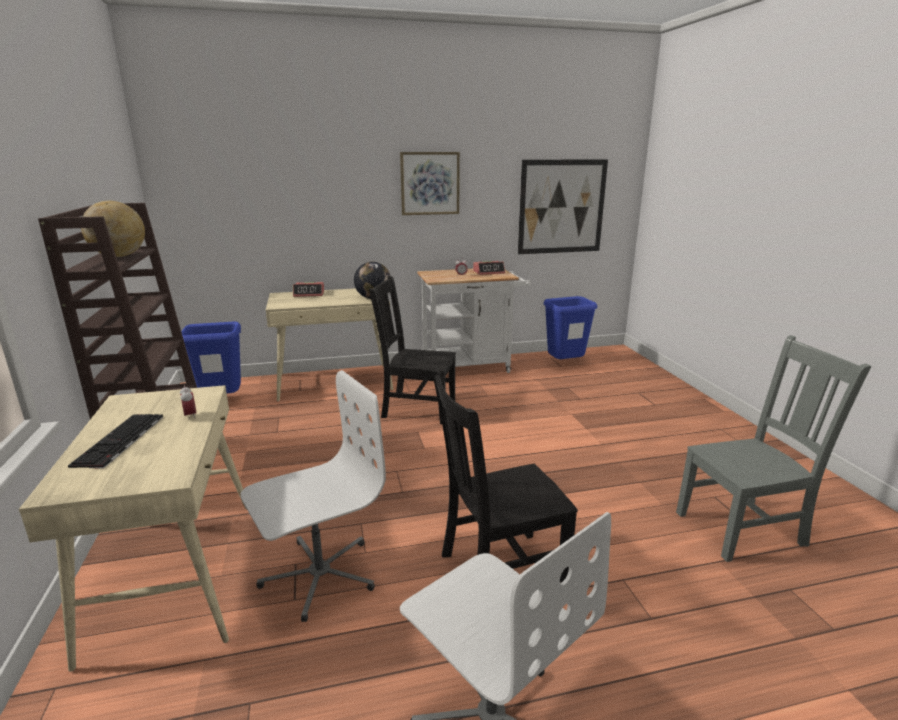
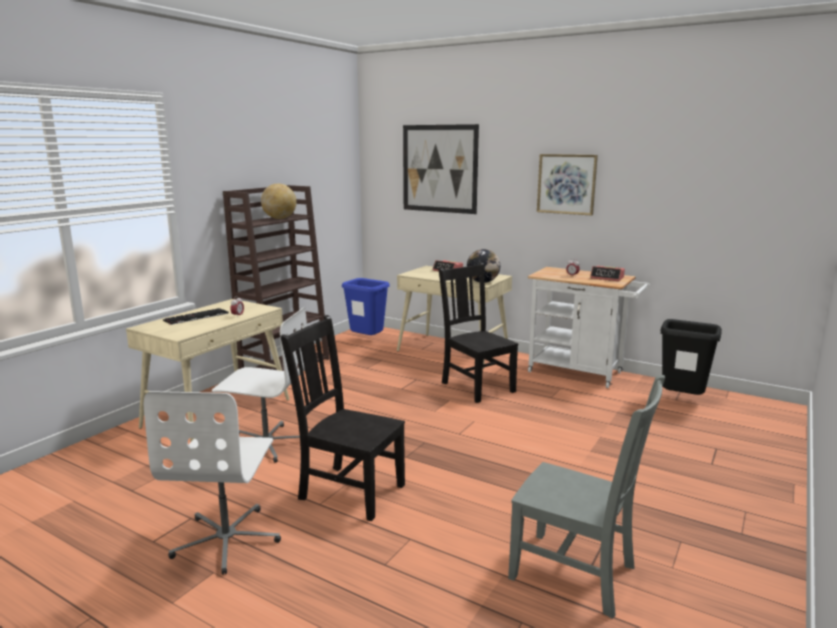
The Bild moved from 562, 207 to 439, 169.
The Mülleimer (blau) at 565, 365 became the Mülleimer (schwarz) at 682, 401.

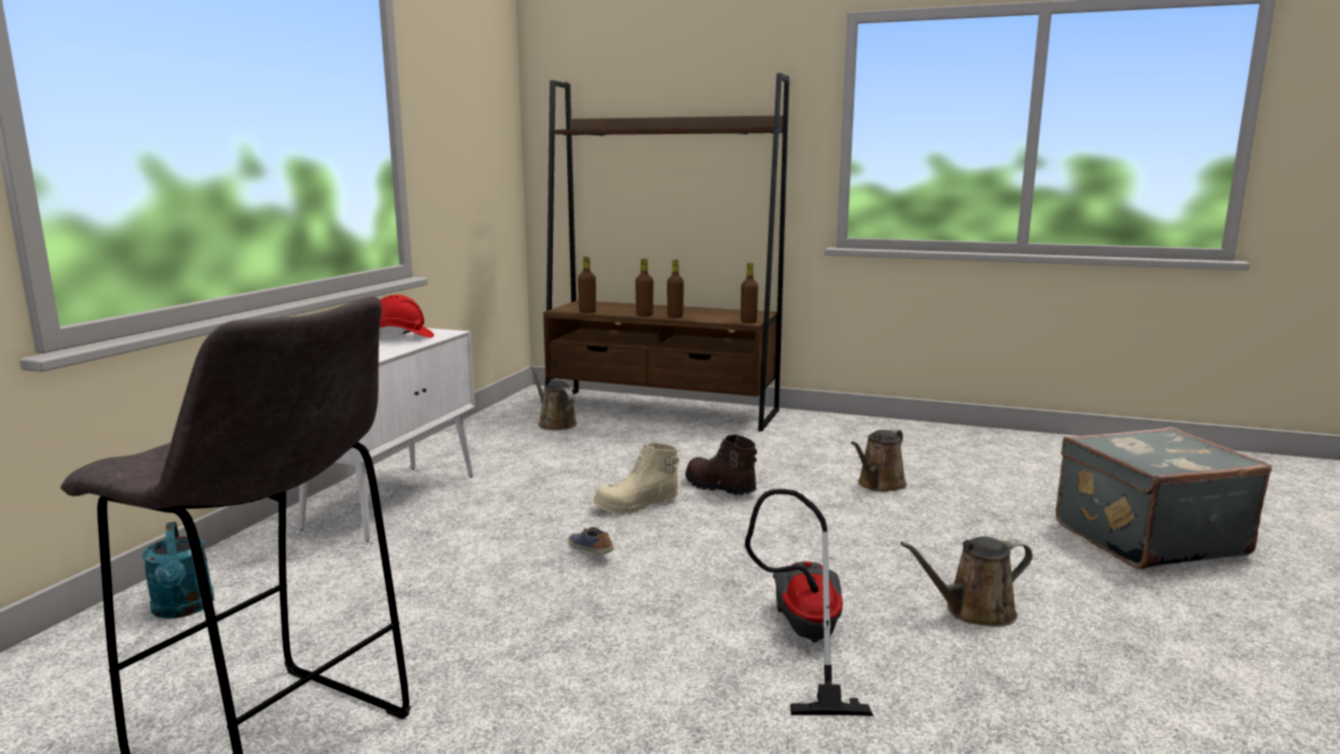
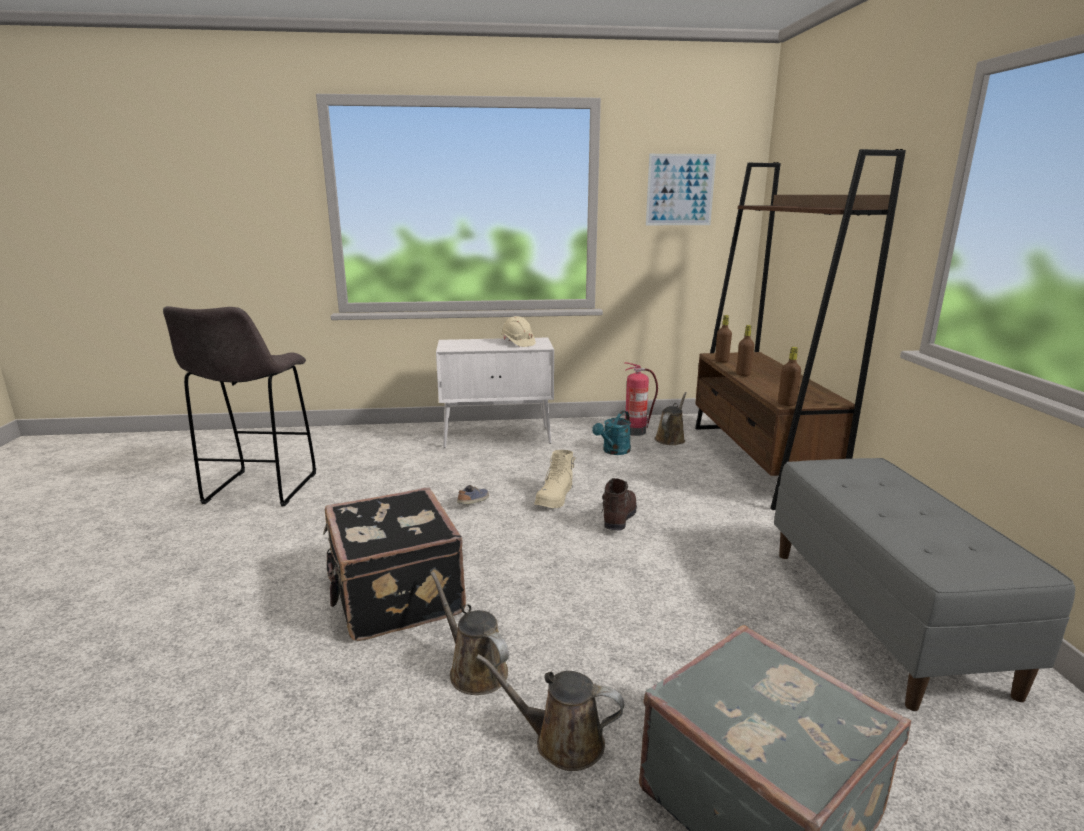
The Gießkanne (türkis) moved from 183, 609 to 613, 451.
The Schutzhelm (rot) at 401, 337 became the Schutzhelm (beige) at 517, 343.
The Stiefel (beige) at 637, 505 turned 105 degrees counterclockwise.
The Flasche (braun) at 675, 316 disappeared.
The Staubsauger at 804, 639 was replaced by the Koffer (schwarz) at 394, 596.
The Gießkanne (braun) moved from 879, 485 to 562, 741.
The Feuerlöscher at 636, 431 appeared.
The Bild at 680, 190 appeared.
The Bank (grau) at 883, 616 appeared.

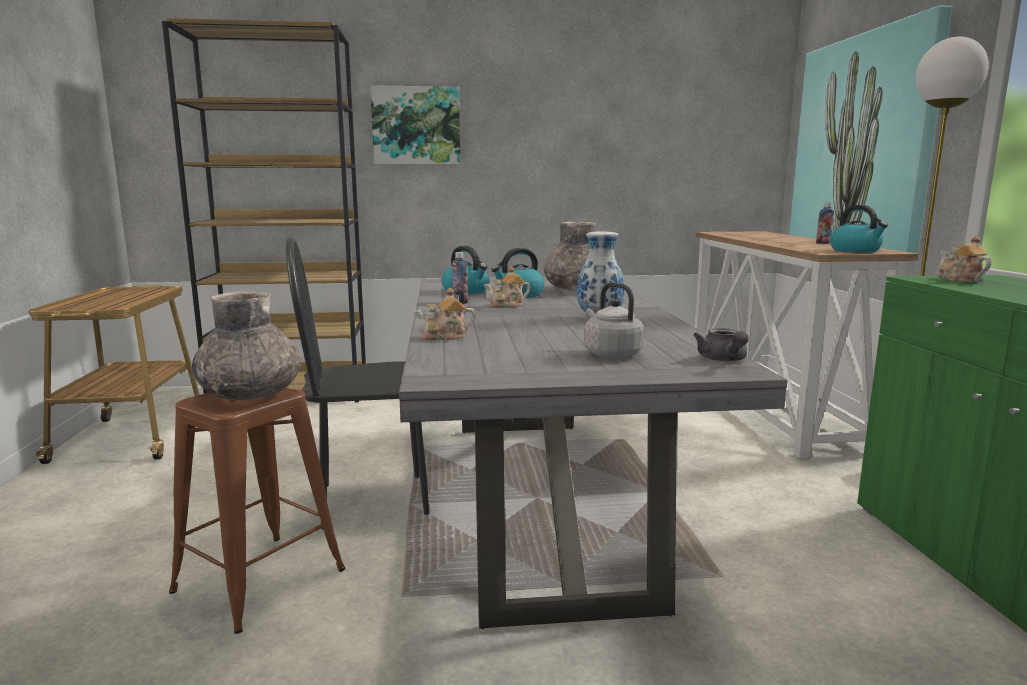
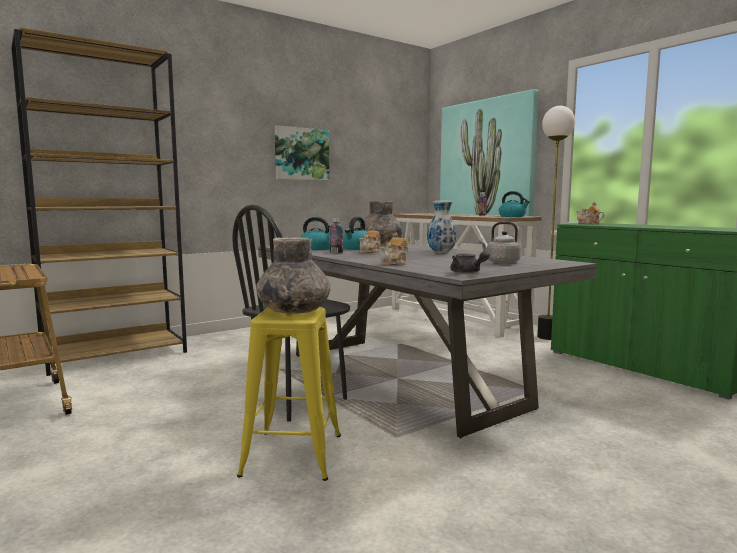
The Hocker (braun) at 259, 580 became the Hocker (gelb) at 293, 454.
The Bild moved from 416, 126 to 301, 154.
The Teekanne (grau) moved from 723, 360 to 468, 273.

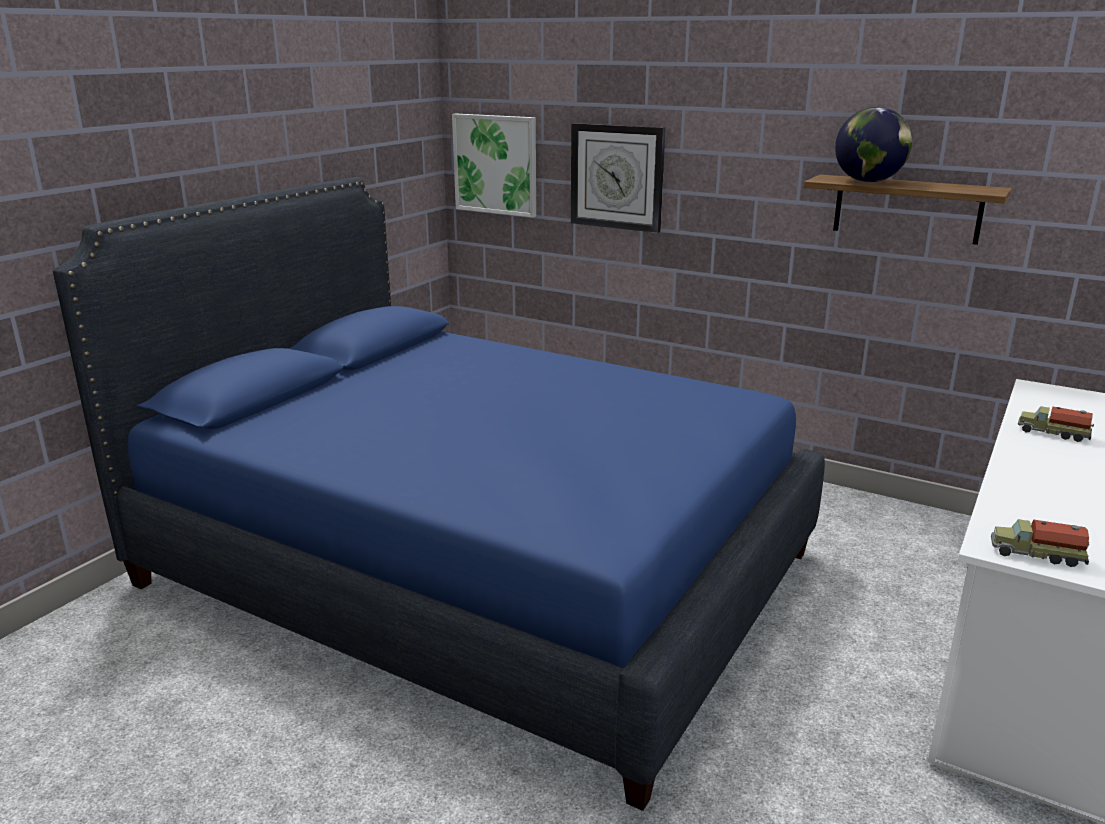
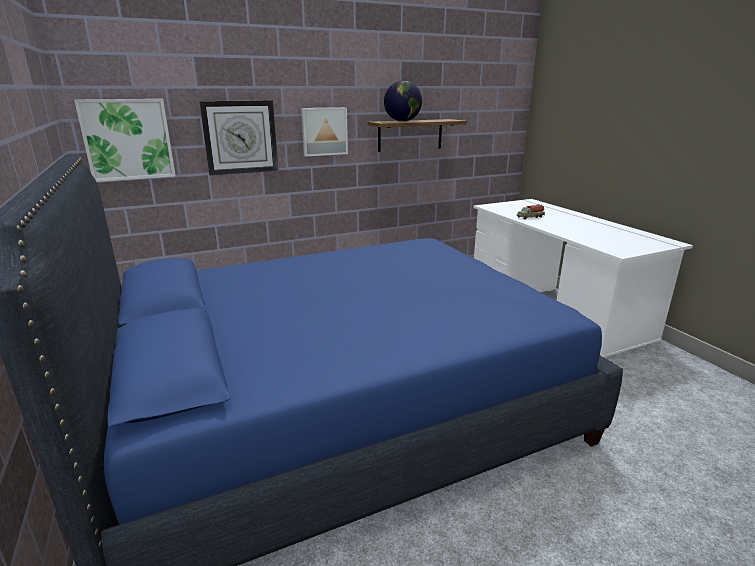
The Spielzeuglaster at 1036, 554 disappeared.
The Bild at 324, 131 appeared.

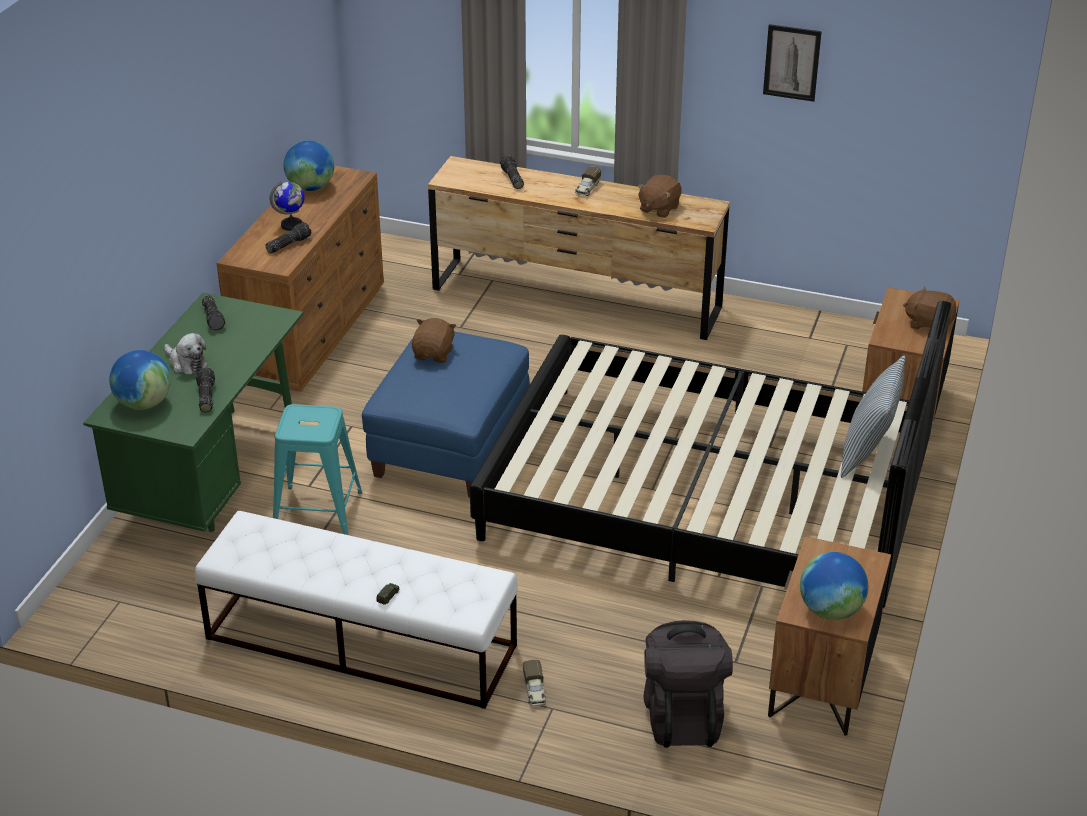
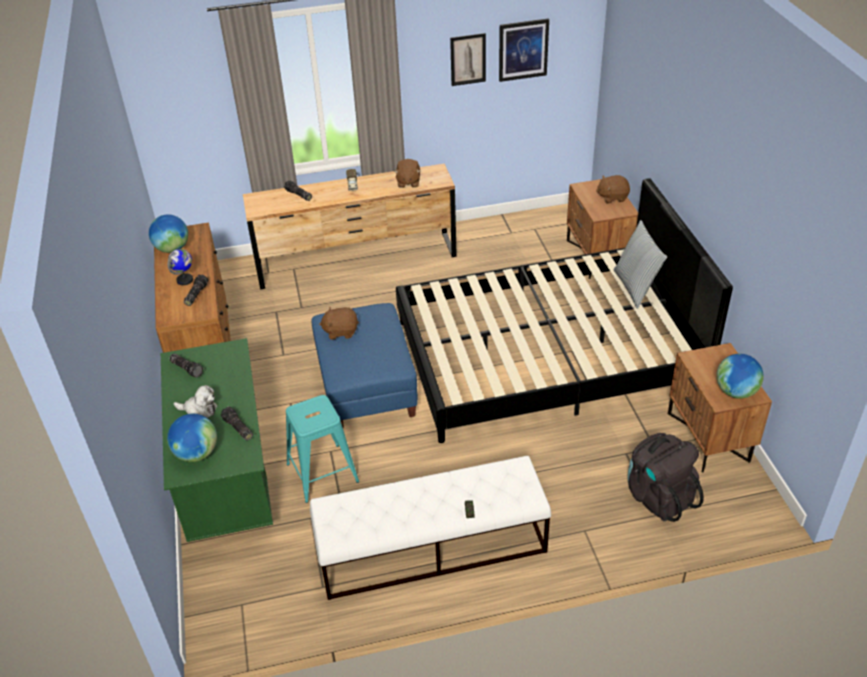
The Plüschtier (braun) at 434, 354 turned 75 degrees counterclockwise.
The Spielzeuglaster at 534, 691 disappeared.
The Bild at 523, 50 appeared.

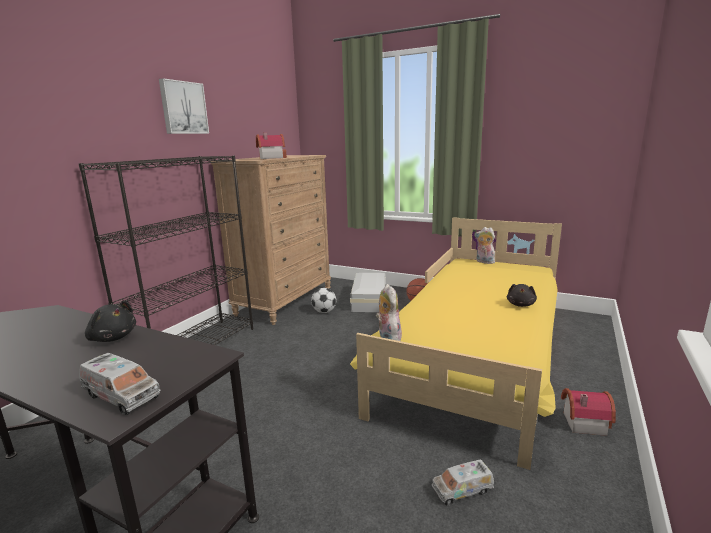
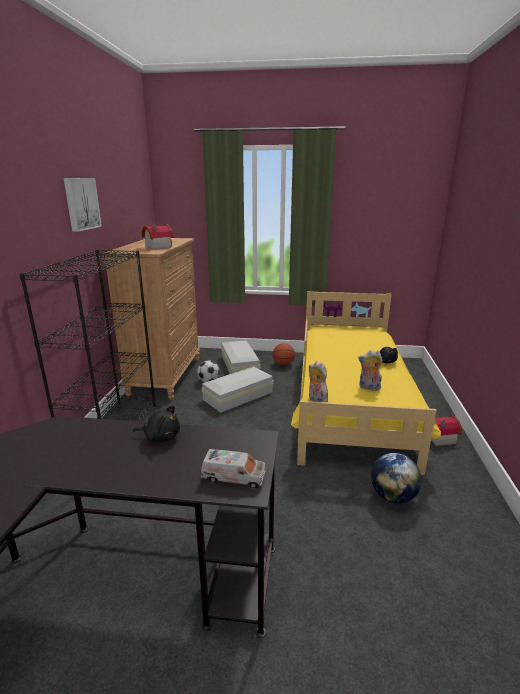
The Spielzeuglaster at 462, 490 was replaced by the Globus at 392, 496.
The Plüschtier moved from 484, 262 to 368, 388.
The Aufbewahrungsbox (weiß) at 239, 396 appeared.

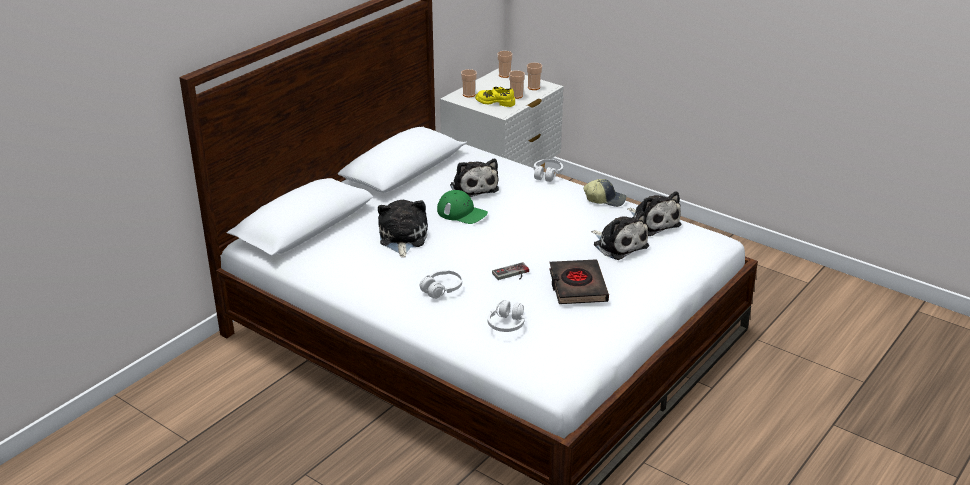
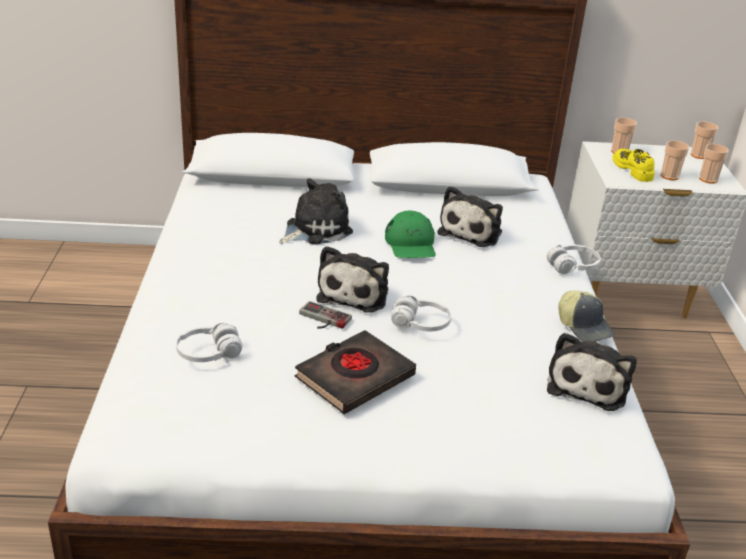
The Kopfhörer (weiß) moved from 442, 289 to 420, 324.
The Plüschtier moved from 618, 245 to 355, 293.

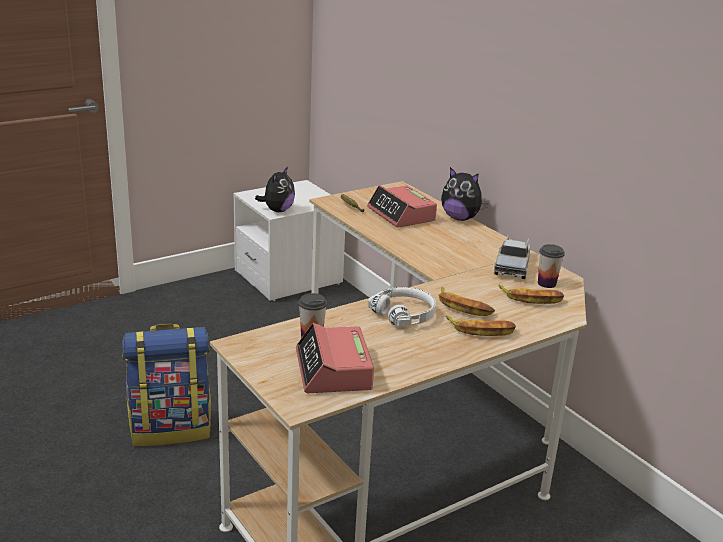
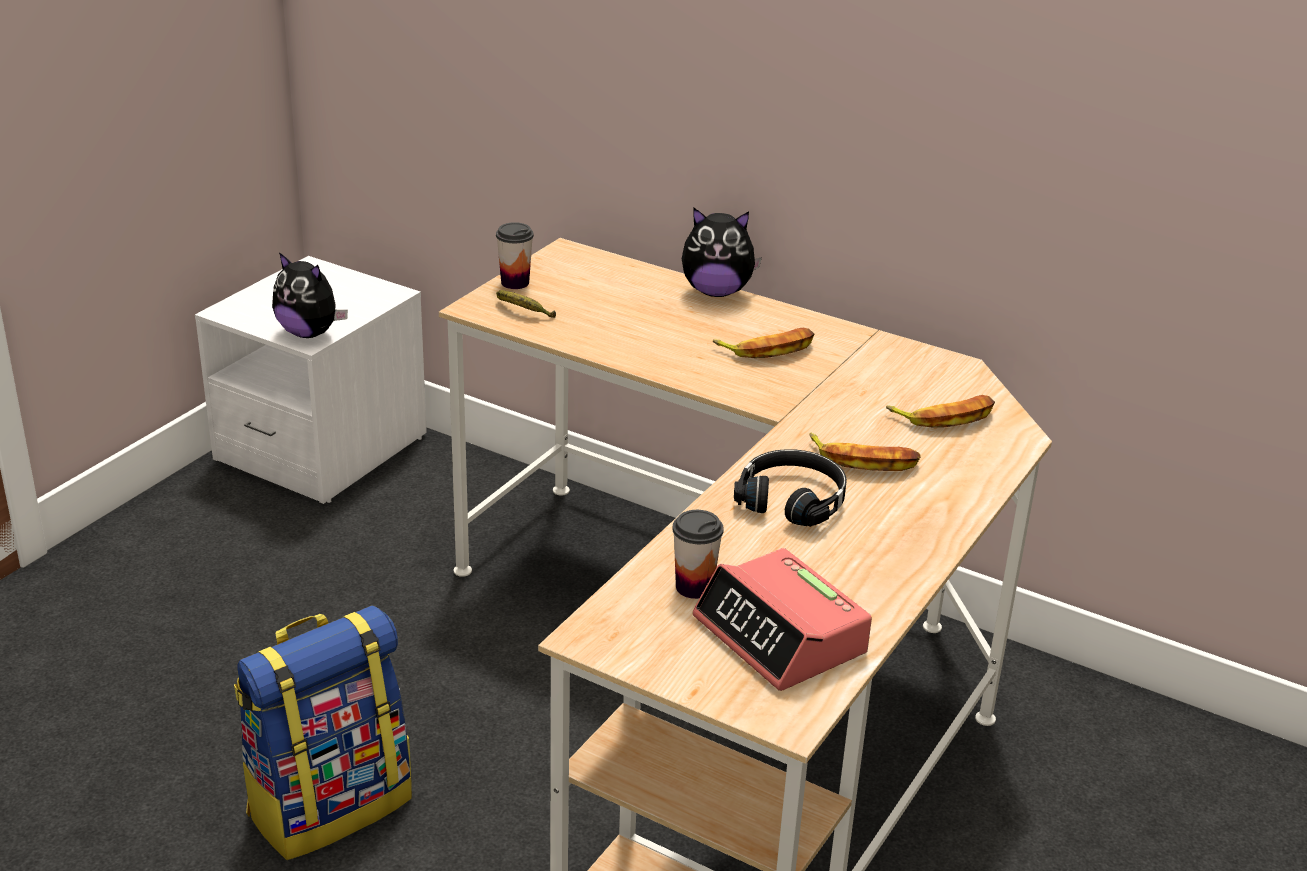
The Plüschtier at 277, 210 turned 120 degrees clockwise.
The Wecker at 401, 215 disappeared.
The Kopfhörer (weiß) at 404, 314 became the Kopfhörer (schwarz) at 792, 499.
The Banane moved from 481, 330 to 768, 349.
The Spielzeuglaster at 512, 265 disappeared.
The Tasse moved from 546, 283 to 515, 283.

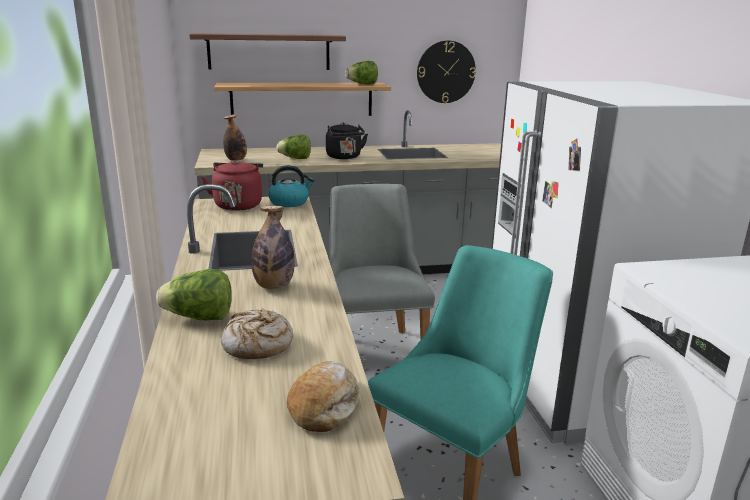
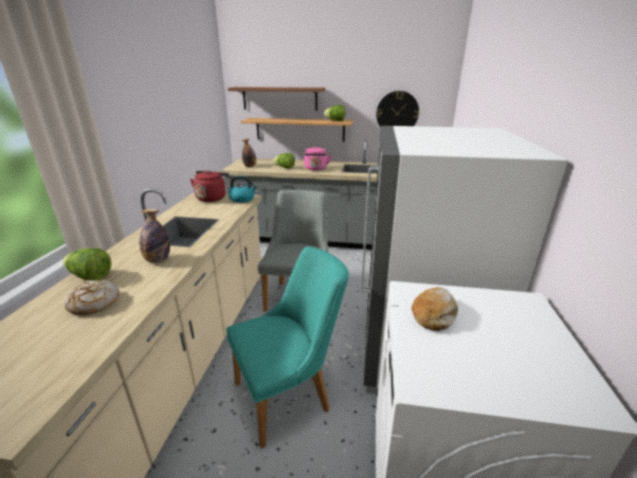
The Brot moved from 324, 405 to 434, 314.
The Wasserkessel (schwarz) at 344, 157 became the Wasserkessel (rosa) at 315, 169.

